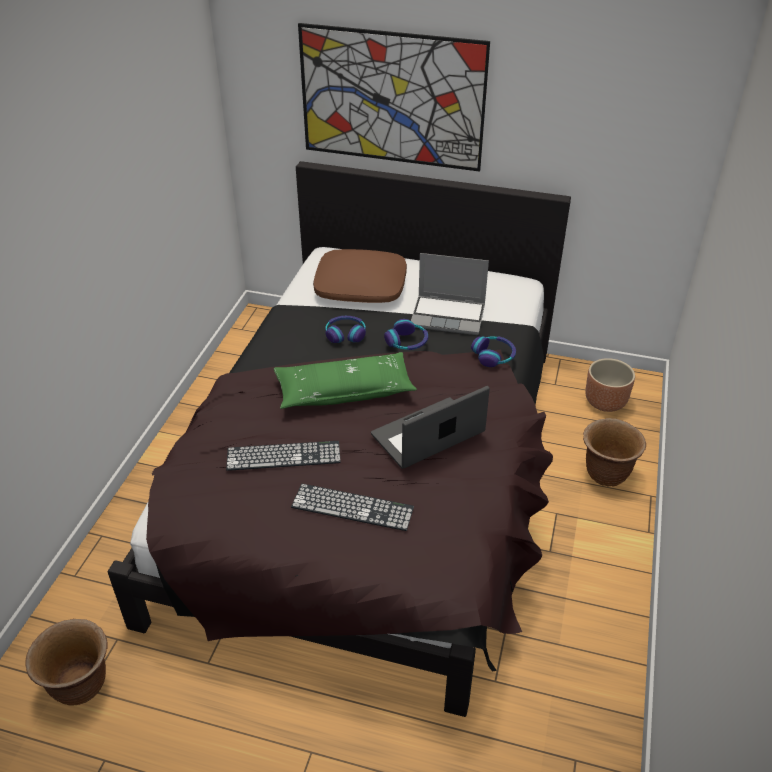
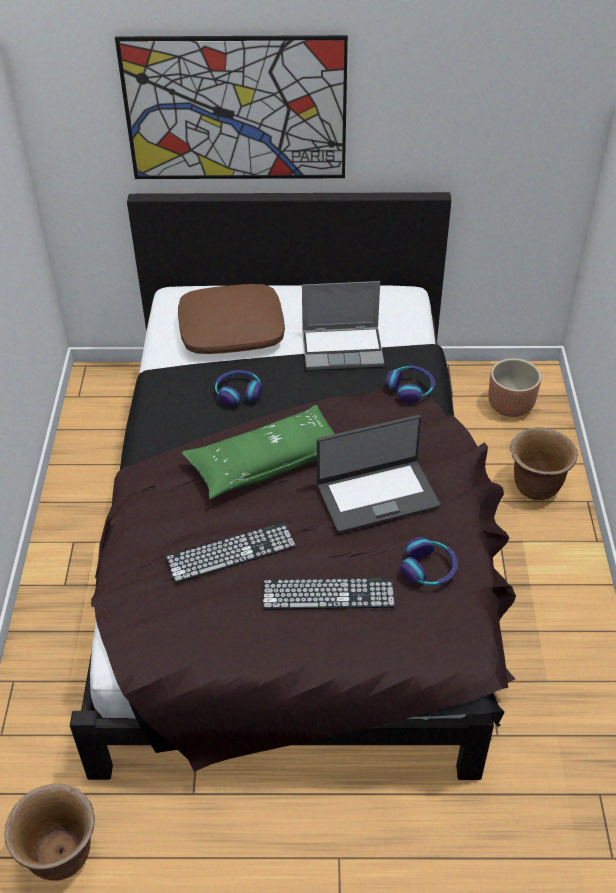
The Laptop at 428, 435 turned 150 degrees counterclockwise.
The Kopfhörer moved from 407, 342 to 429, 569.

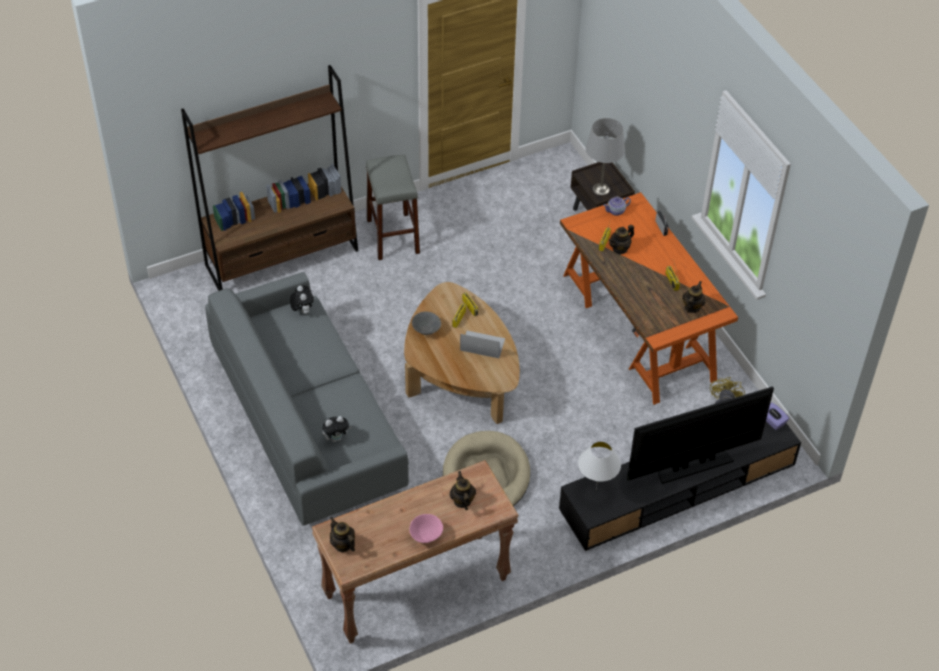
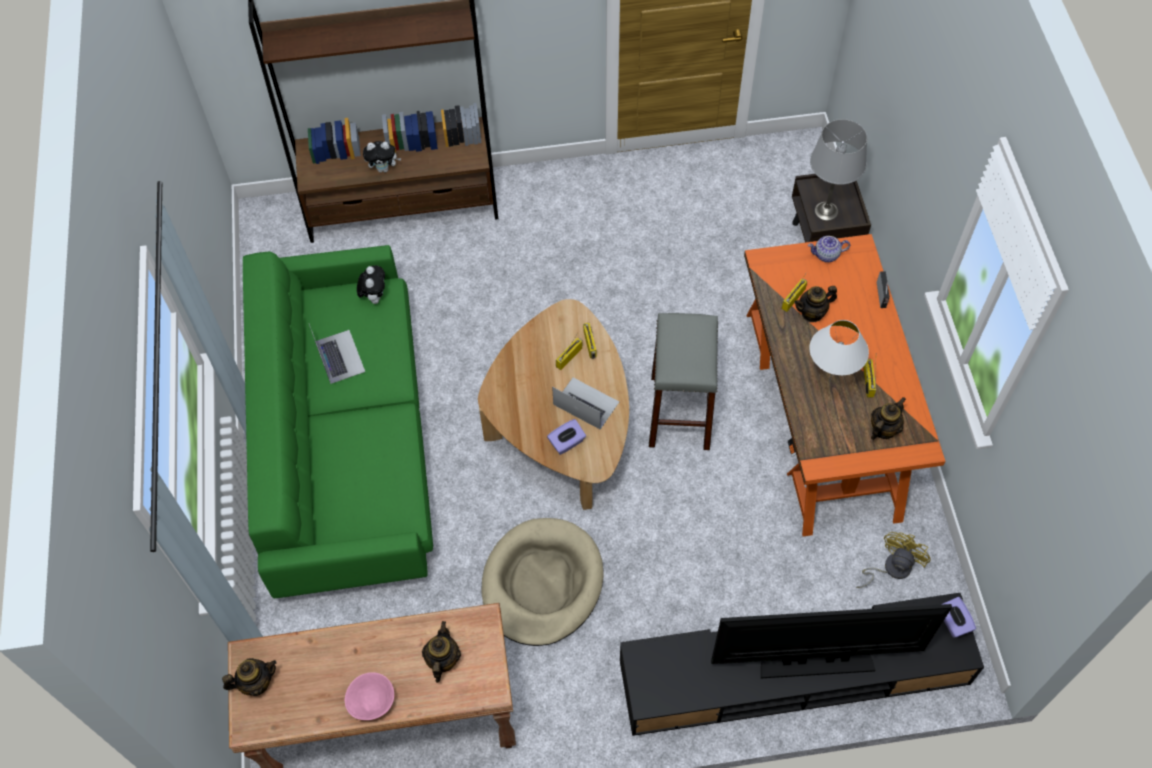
The Sofa (grau) at 309, 422 became the Sofa (grün) at 348, 443.
The Plüschtier moved from 336, 438 to 384, 168.
The Teekanne at 342, 544 turned 90 degrees clockwise.
The Hocker (grau) moved from 393, 236 to 680, 412.
The Schüssel (grau) at 426, 330 disappeared.
The Tischlampe (weiß) moved from 596, 489 to 829, 381.
The Laptop at 339, 356 appeared.
The Taschentuchbox (lila) at 567, 443 appeared.

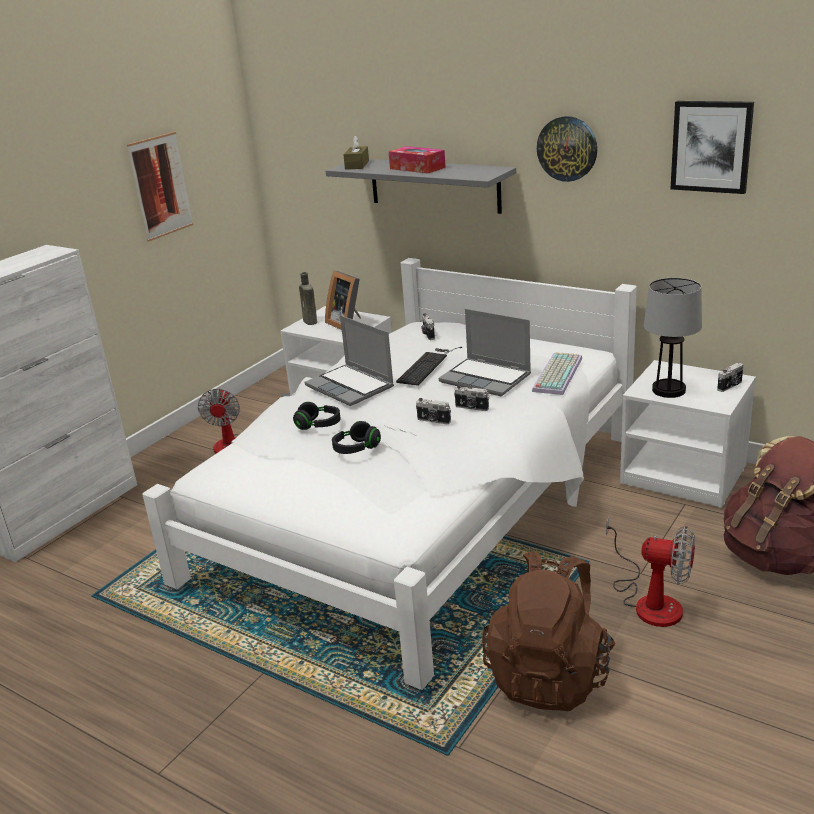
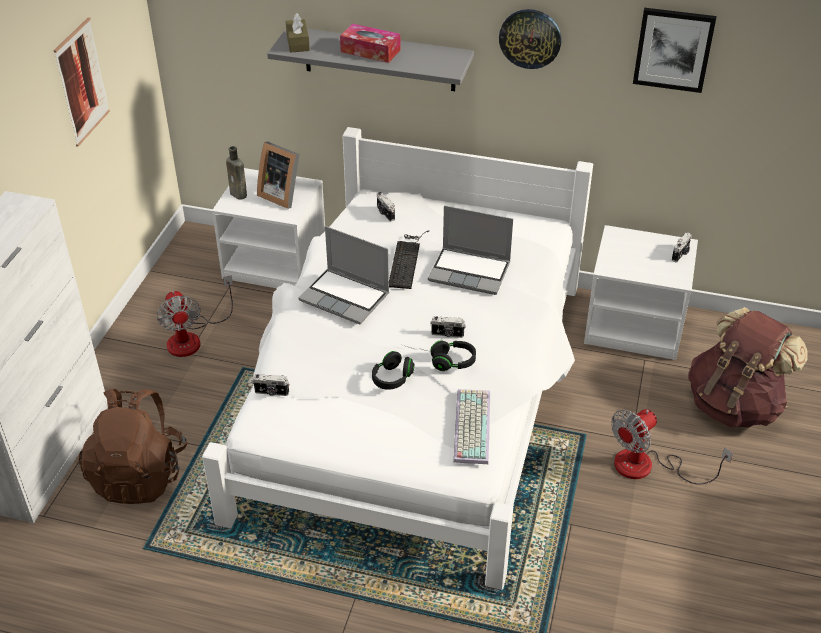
The Kopfhörer (schwarz) moved from 318, 425 to 453, 362.
The Kamera moved from 471, 408 to 271, 392.
The Rucksack (braun) moved from 549, 675 to 139, 474.
The Tastatur moved from 556, 374 to 470, 425.
The Ventilator at 650, 600 turned 135 degrees clockwise.
The Tischlampe at 668, 390 disappeared.

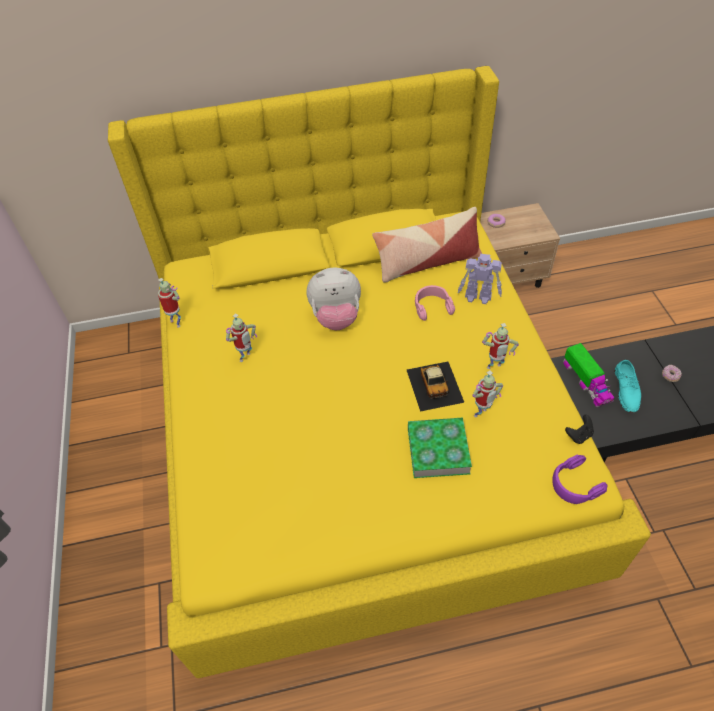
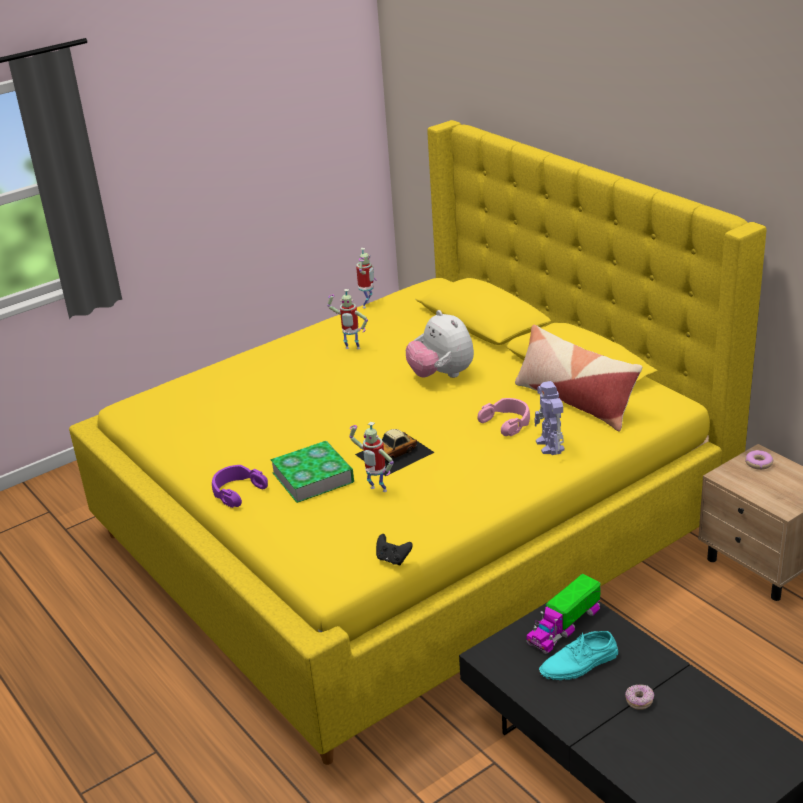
The Spielzeugroboter at 494, 368 disappeared.
The Kopfhörer (lila) moved from 574, 484 to 237, 491.

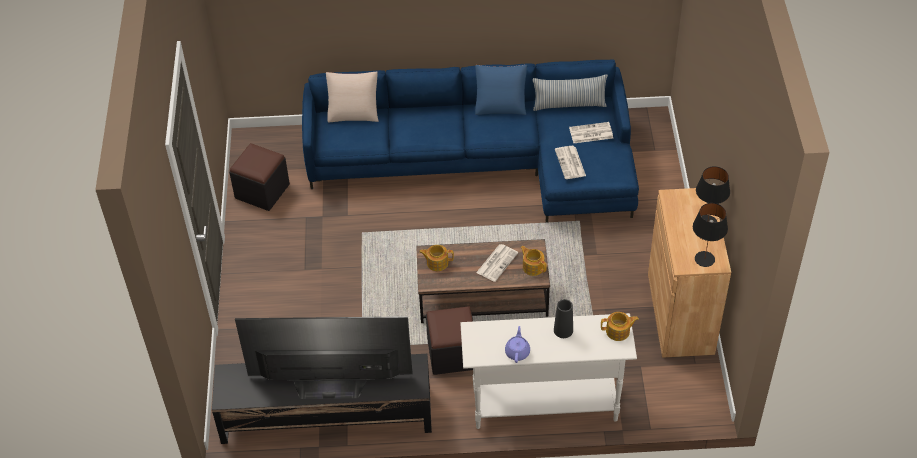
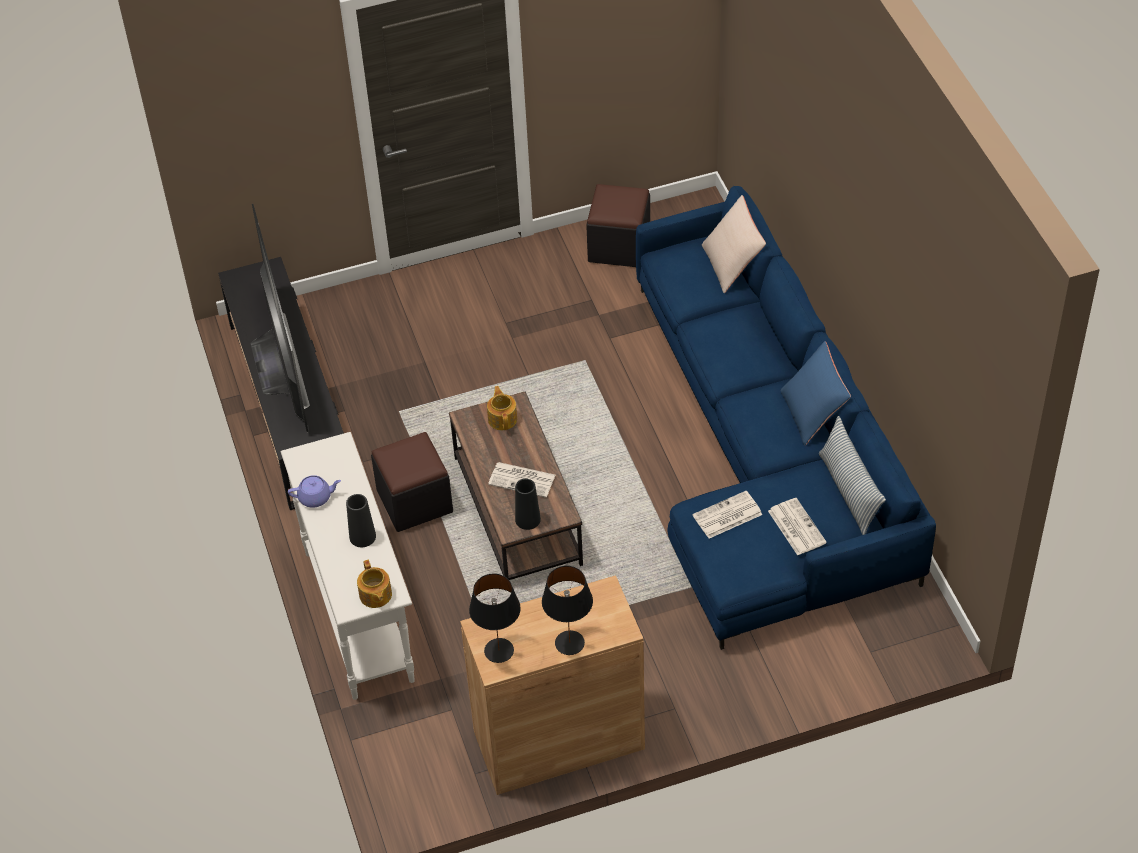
The Teekanne at 533, 266 was replaced by the Vase (schwarz) at 527, 519.

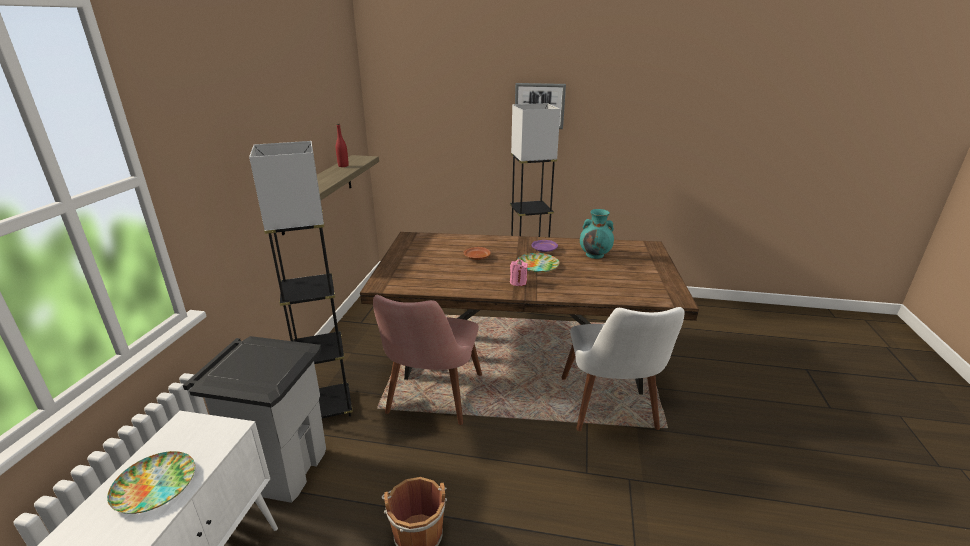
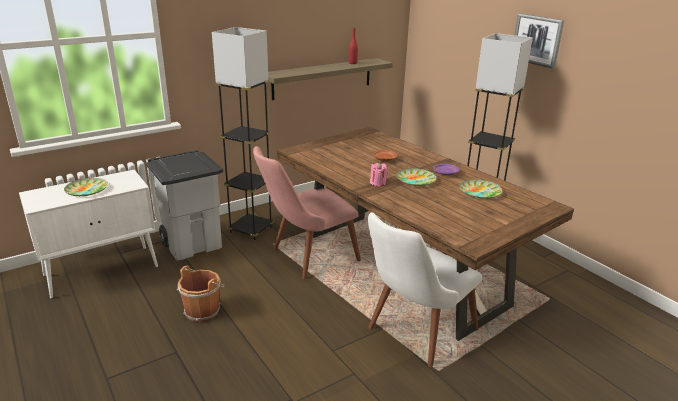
The Vase (türkis) at 595, 255 was replaced by the Teller at 480, 192.

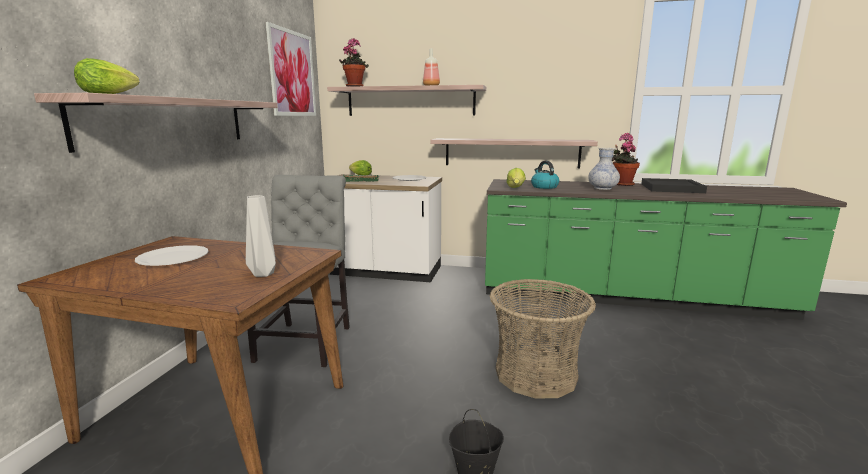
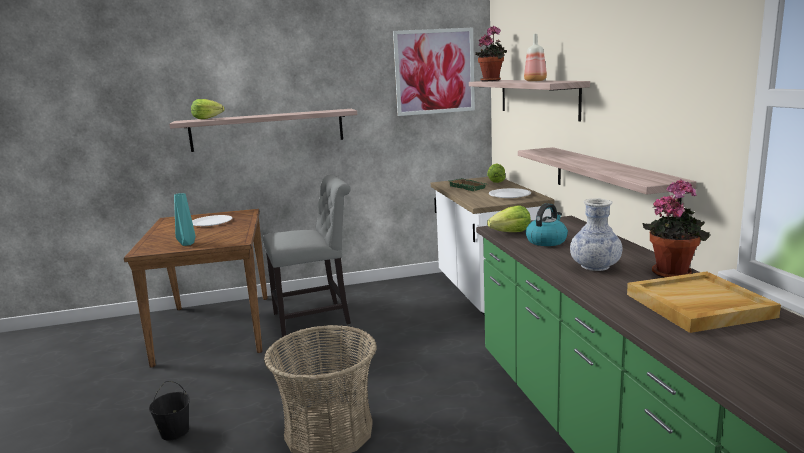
The Vase (grau) at 262, 274 became the Vase (türkis) at 187, 244.
The Tablett (schwarz) at 672, 188 became the Tablett (beige) at 698, 306.

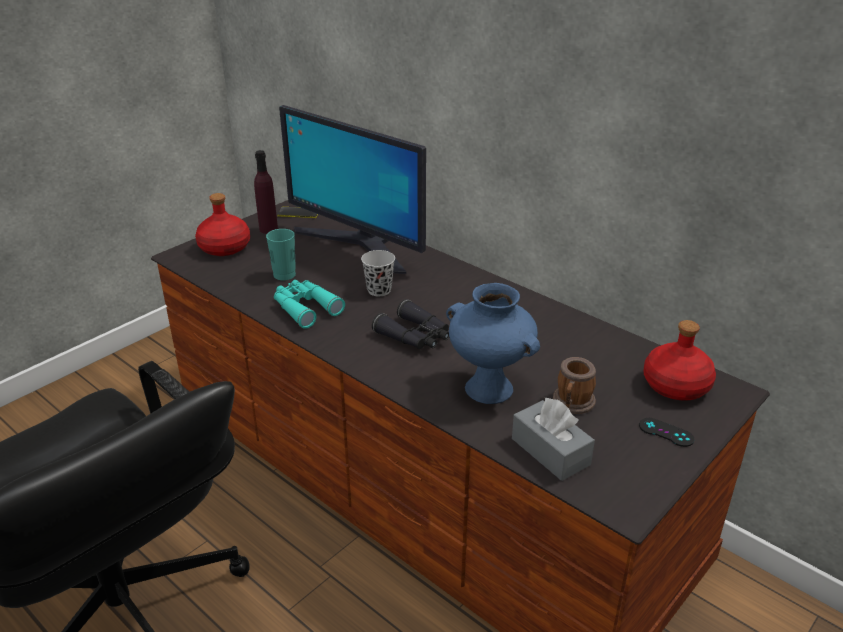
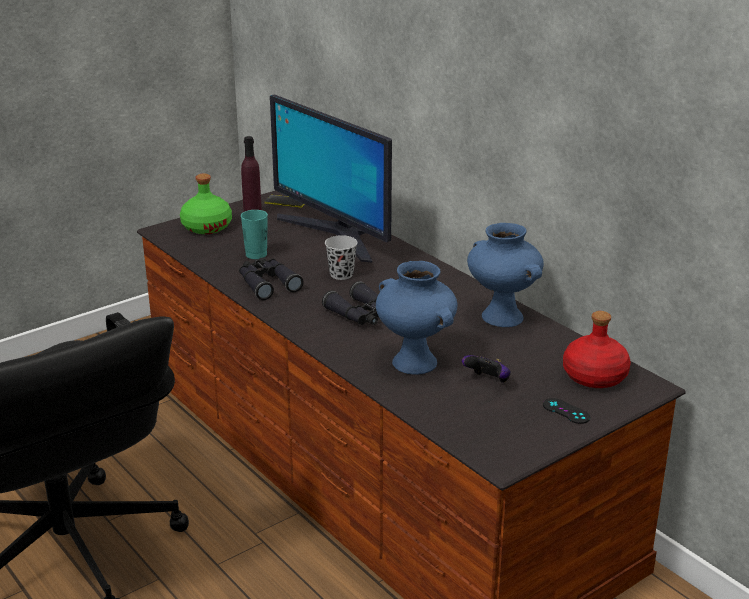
The Flasche (rot) at 224, 247 became the Flasche (grün) at 206, 227.
The Fernglas (türkis) at 305, 308 became the Fernglas (schwarz) at 267, 284.
The Taschentuchbox (grau) at 550, 451 disappeared.
The Henkelbecher at 572, 404 was replaced by the Gamepad at 488, 381.
The Vase (blau) at 500, 317 appeared.

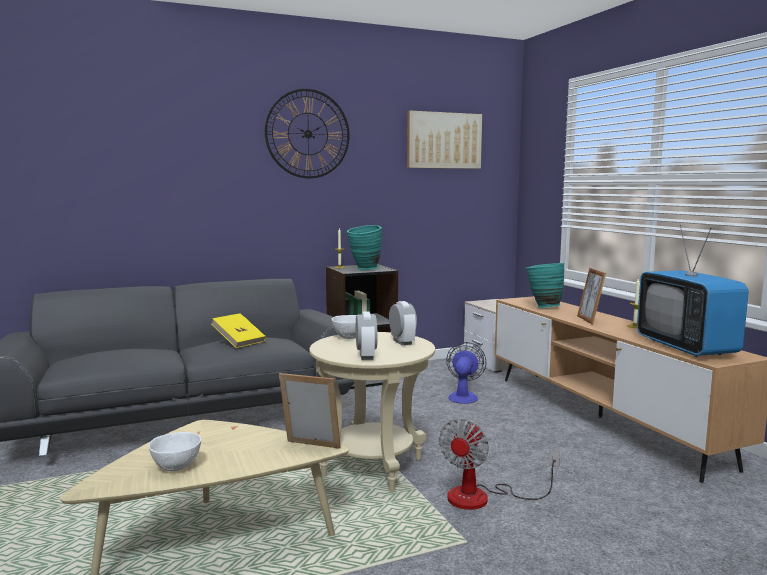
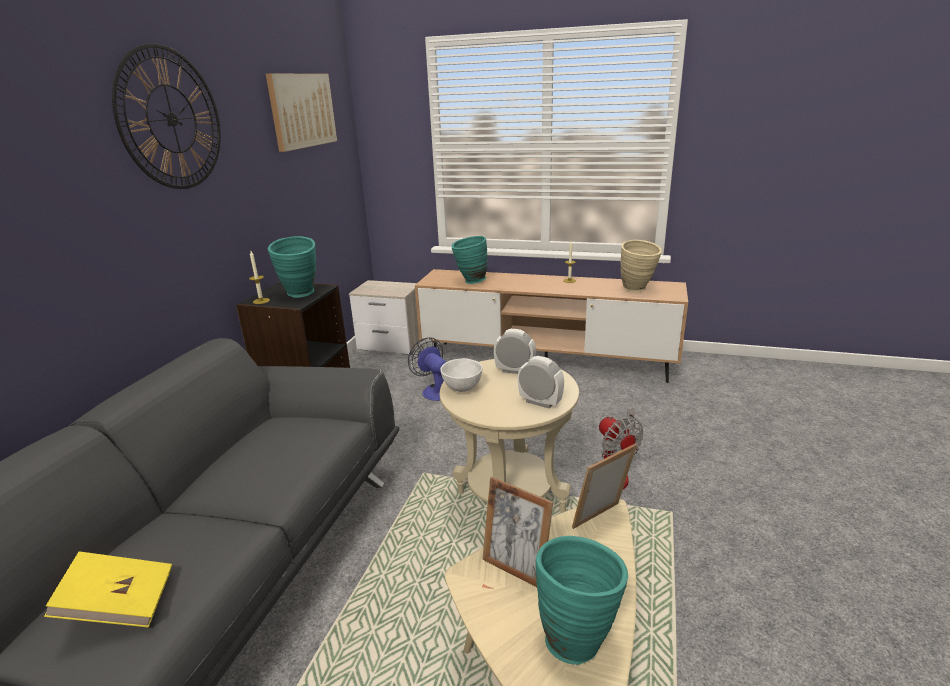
The Schüssel (weiß) at 177, 467 was replaced by the Vase (türkis) at 576, 635.
The Buch (gelb) moved from 239, 341 to 120, 605.
The Bilderrahmen moved from 589, 320 to 516, 567.
The Fernseher at 686, 347 was replaced by the Vase (beige) at 638, 290.

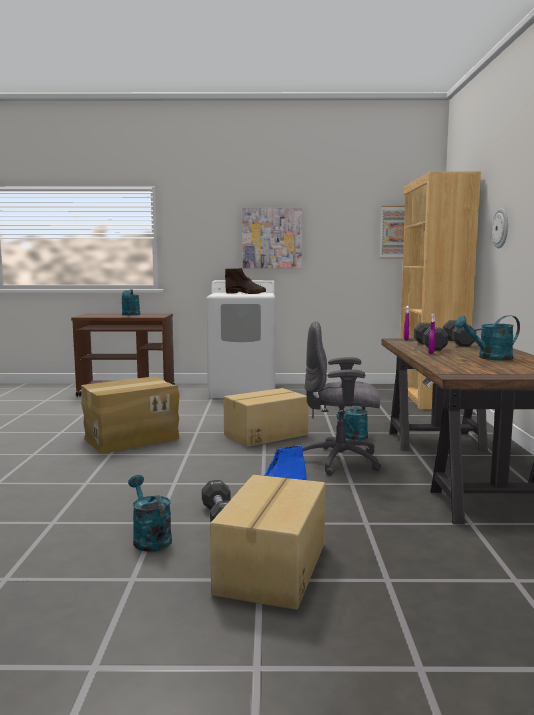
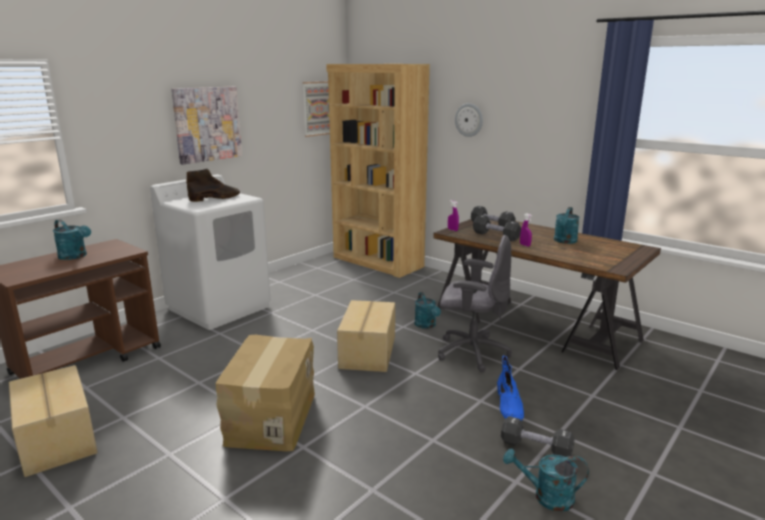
The Karton moved from 270, 568 to 55, 439.
The Bürostuhl (grau) at 341, 461 turned 120 degrees counterclockwise.

